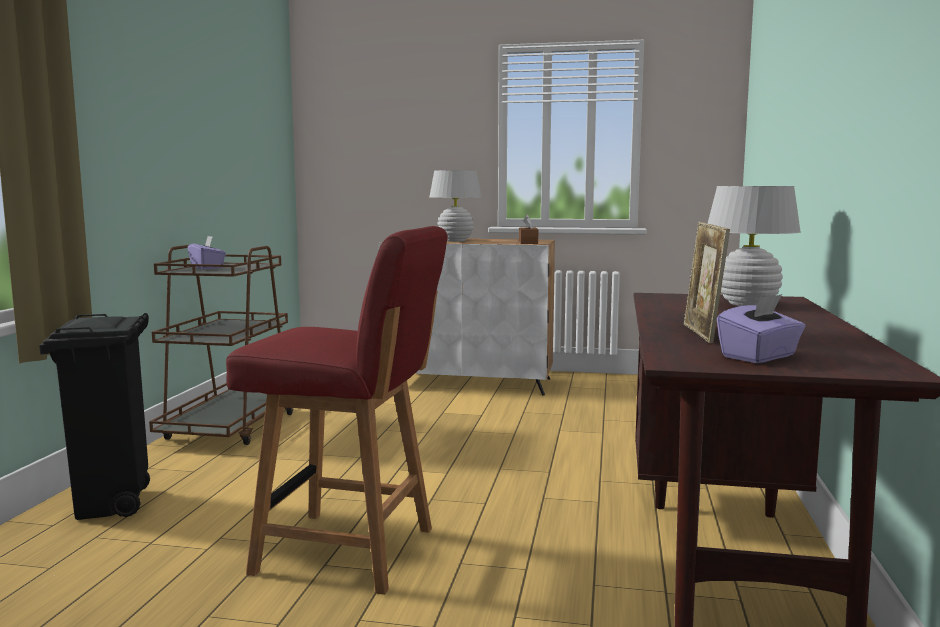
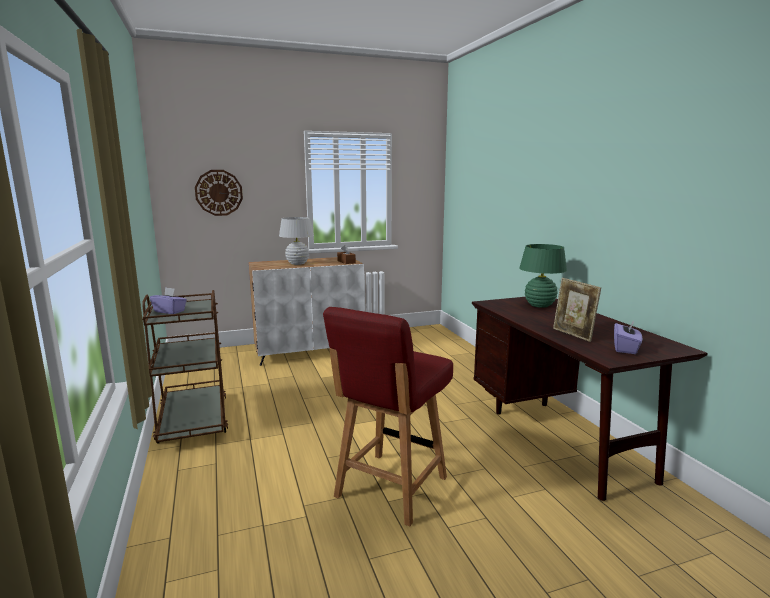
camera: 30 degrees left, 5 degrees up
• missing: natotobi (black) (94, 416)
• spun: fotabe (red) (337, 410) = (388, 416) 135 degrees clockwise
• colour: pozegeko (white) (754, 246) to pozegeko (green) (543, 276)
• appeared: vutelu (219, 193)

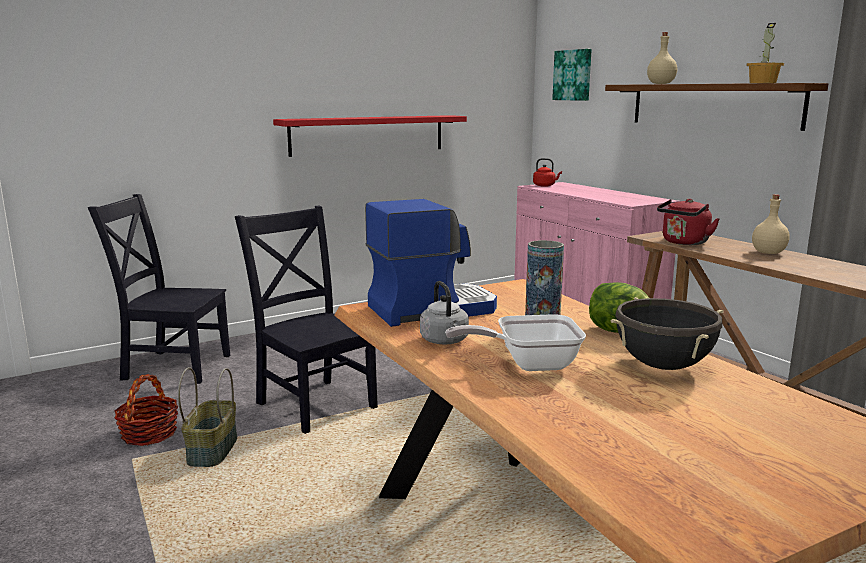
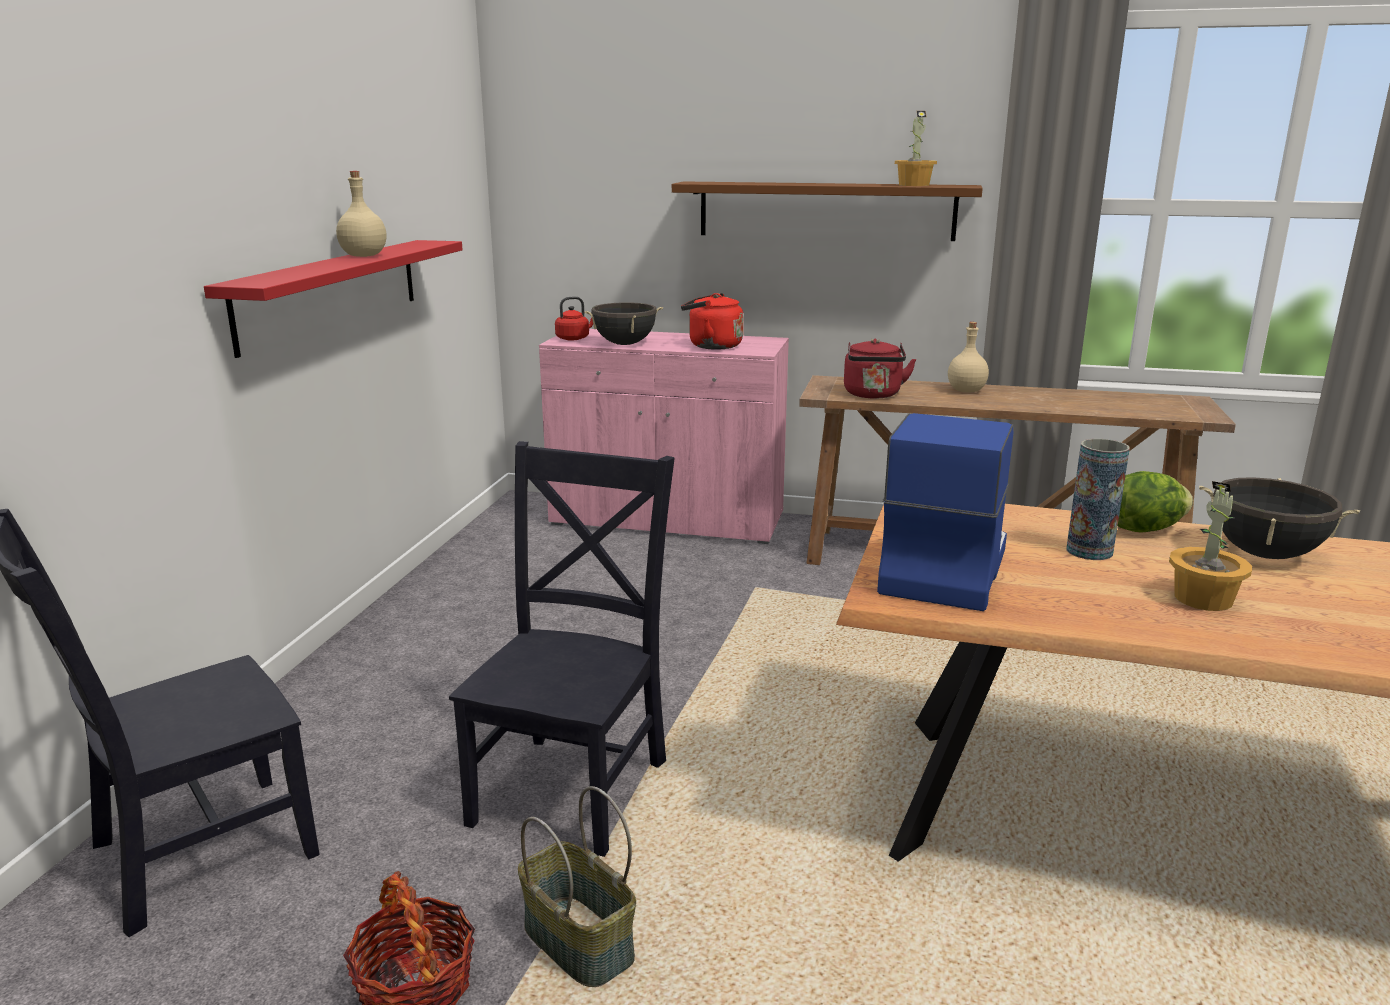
camera: 45 degrees left, 5 degrees up
• spun: fotabe (black) (306, 320) = (562, 649) 105 degrees clockwise
• missing: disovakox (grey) (444, 312)
• exchanged: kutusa (515, 342) to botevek (1210, 546)
• missing: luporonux (572, 75)
• relocated: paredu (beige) (662, 58) to (361, 214)
• appeared: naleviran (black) (623, 323)
• appeared: disovakox (red) (712, 321)

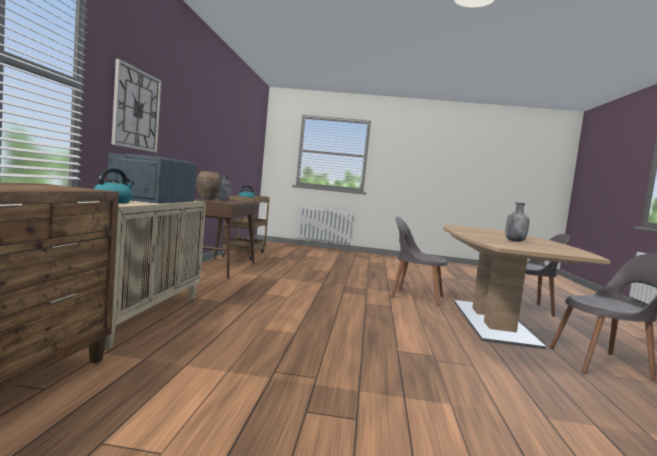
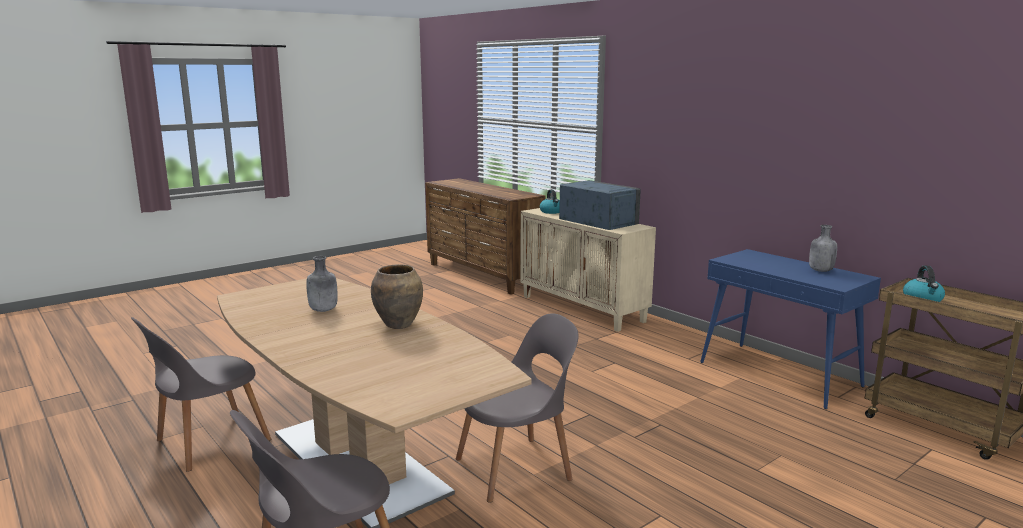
camera: 135 degrees right, 10 degrees up
• missing: vutelu (136, 105)
• colour: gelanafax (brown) (226, 238) to gelanafax (blue) (790, 329)
• relocated: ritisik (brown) (209, 185) to (397, 296)

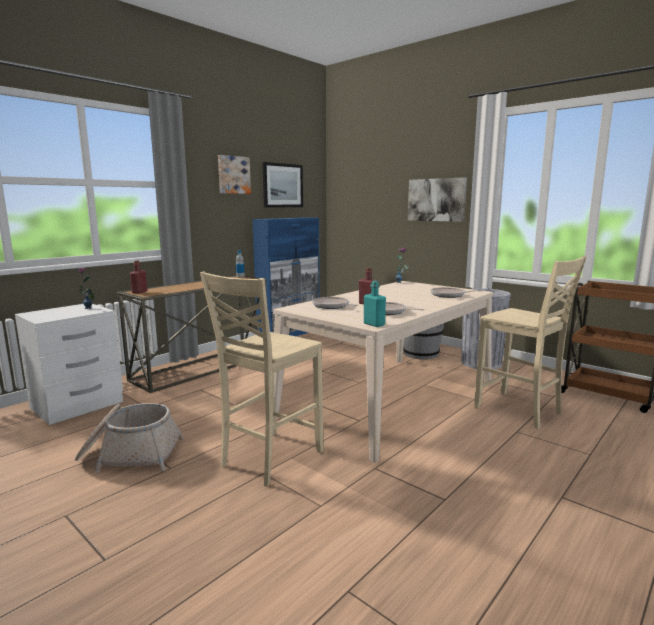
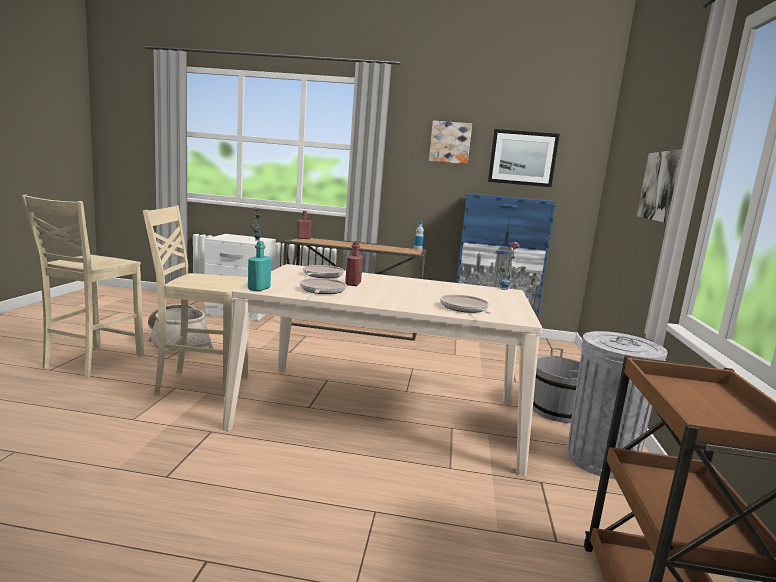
camera: 55 degrees right, 0 degrees up
• relocated: fotabe (beige) (530, 342) to (82, 286)

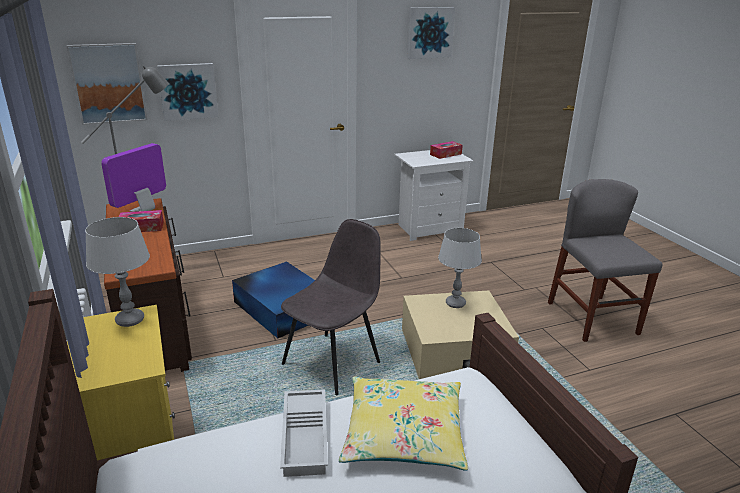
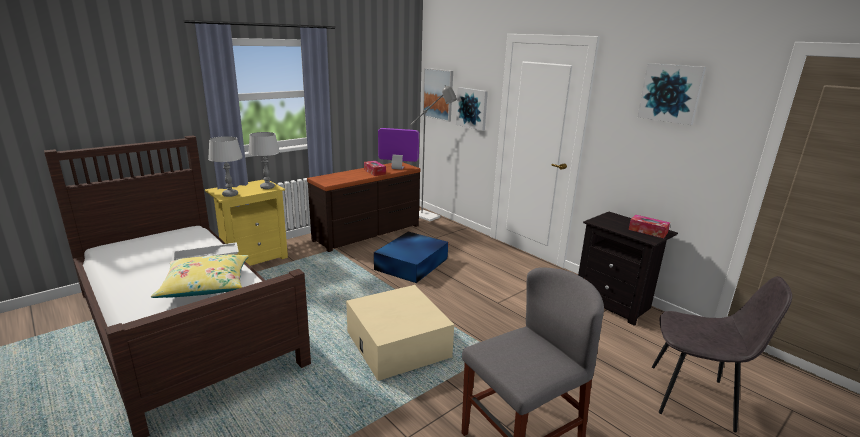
camera: 70 degrees right, 5 degrees down
• relocated: fotabe (grey) (331, 307) to (722, 354)
• colour: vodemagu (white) (434, 195) to vodemagu (black) (628, 269)
• relocated: pozegeko (grey) (460, 268) to (225, 166)

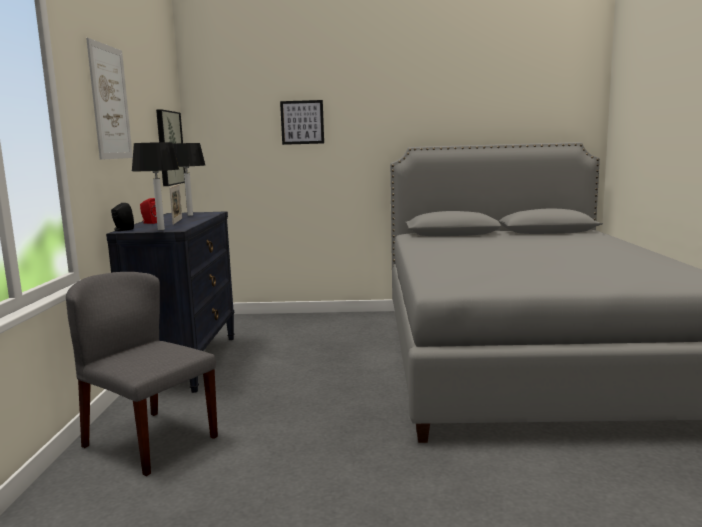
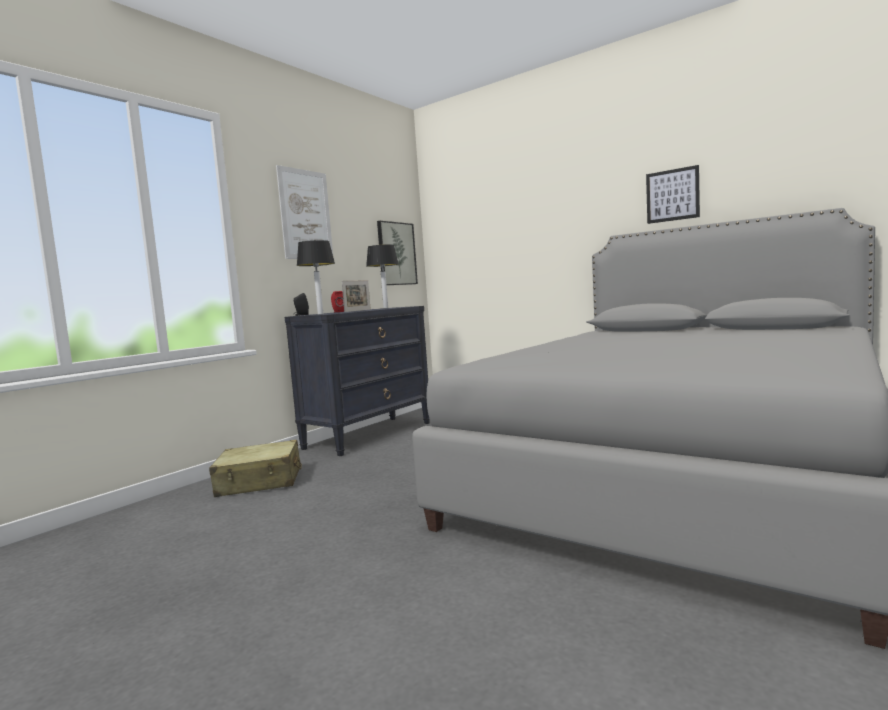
camera: 35 degrees right, 5 degrees down
• exchanged: fotabe (grey) (142, 374) to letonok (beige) (255, 468)
• relocated: luporonux (302, 122) to (673, 194)

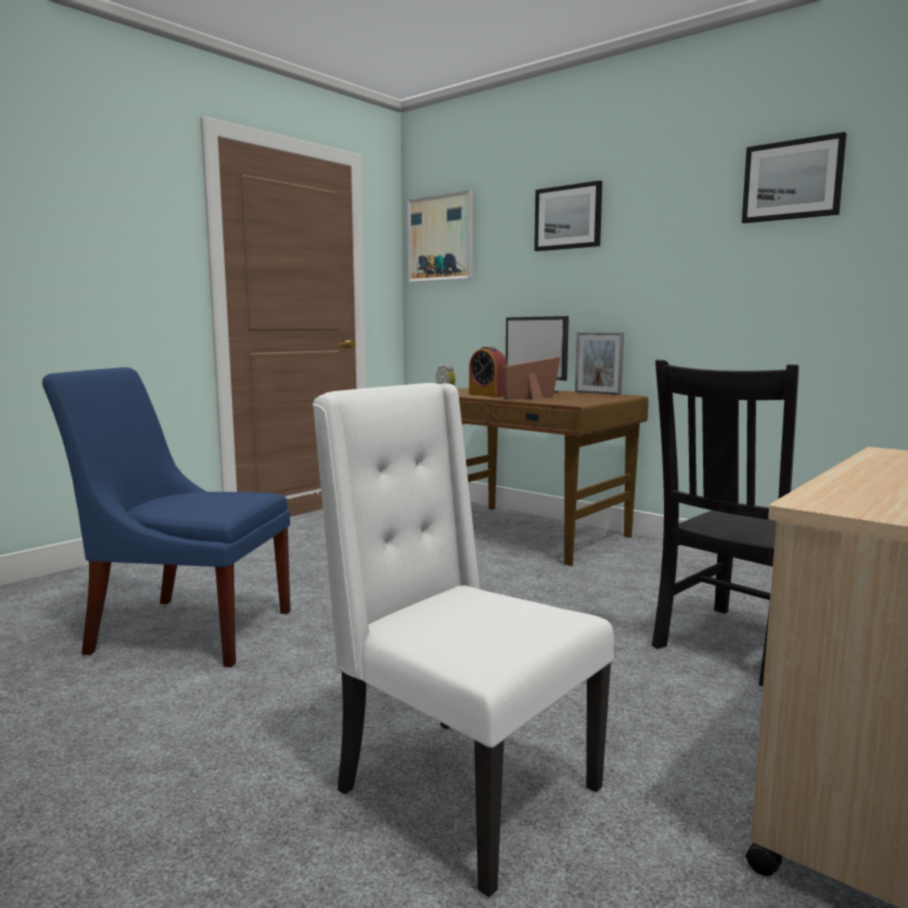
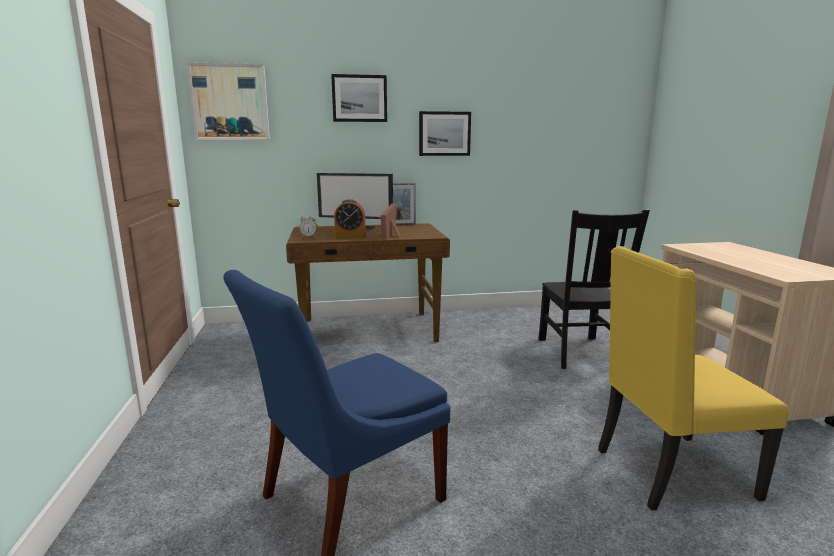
camera: 50 degrees left, 5 degrees up
• colour: fotabe (white) (463, 640) to fotabe (yellow) (693, 378)
• relocated: luporonux (794, 177) to (445, 133)

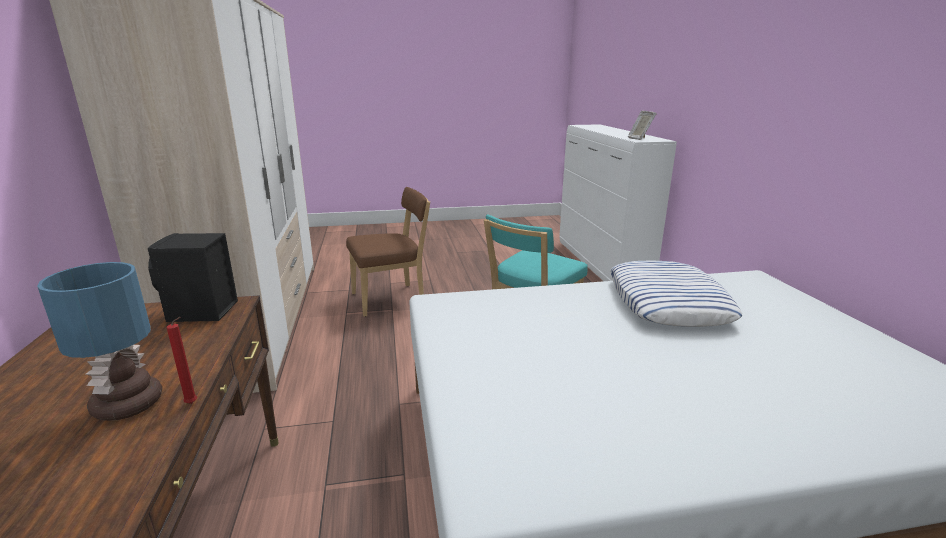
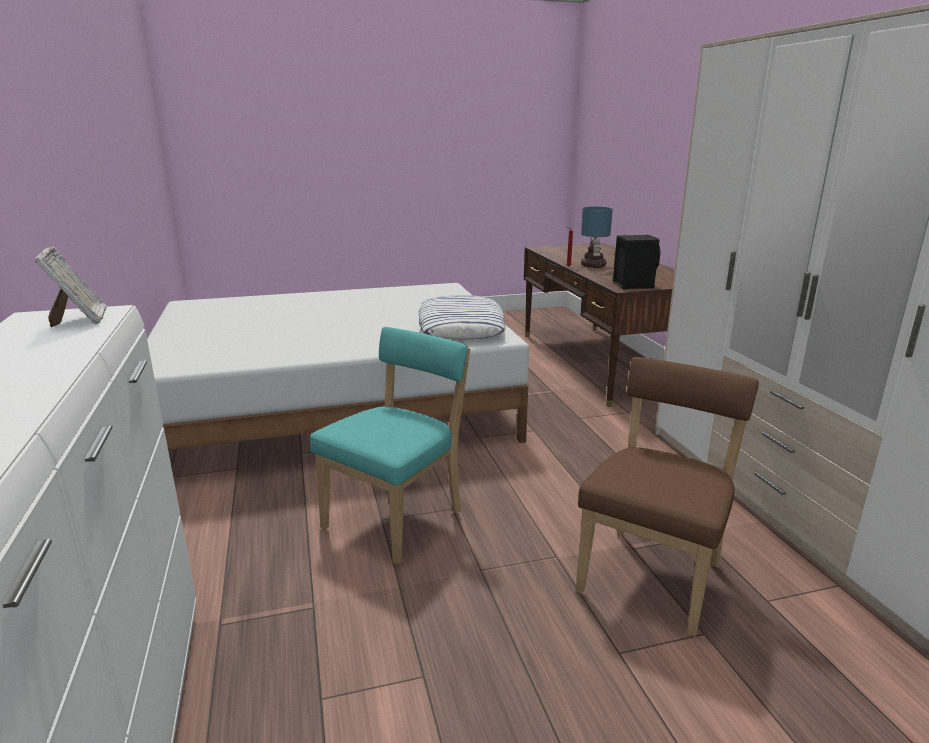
camera: 175 degrees right, 0 degrees up
• spun: fotabe (brown) (388, 252) = (667, 497) 150 degrees clockwise
• relocated: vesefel (676, 293) to (462, 317)

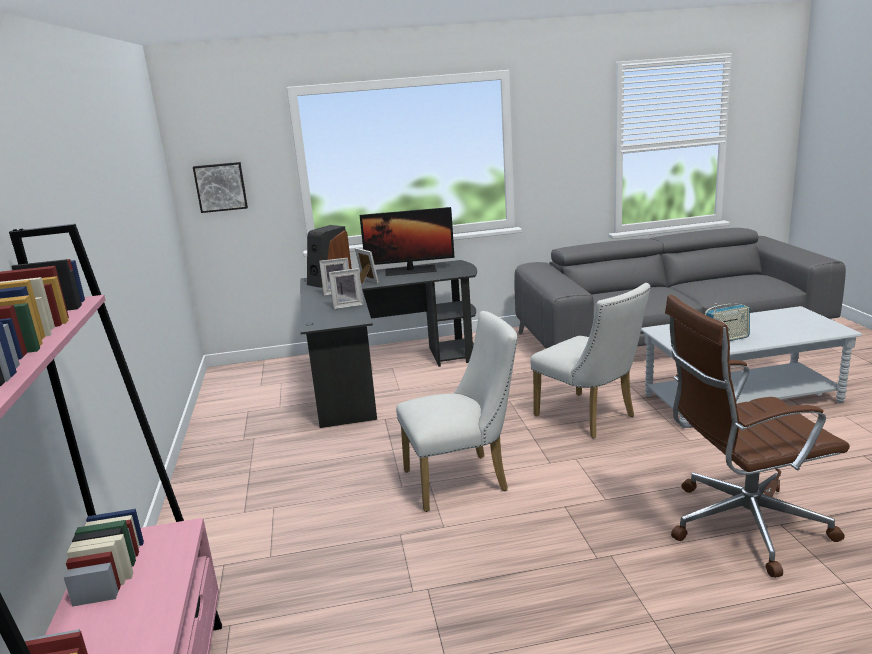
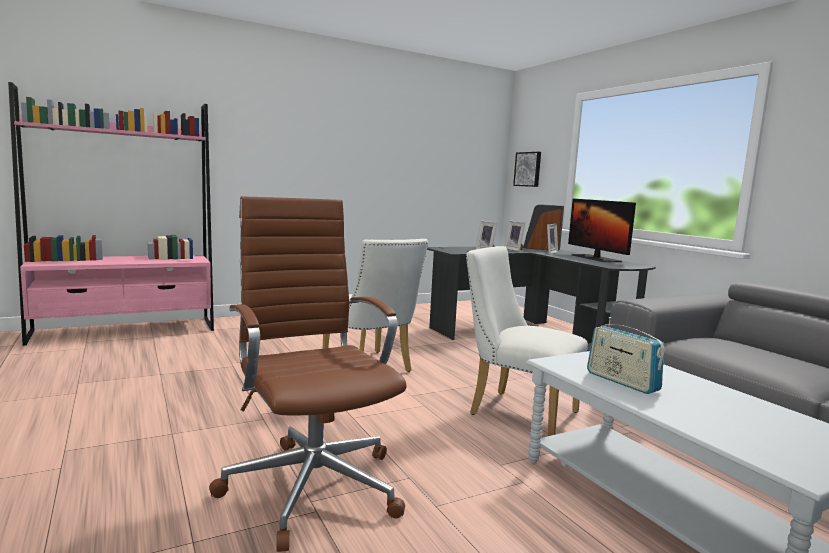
camera: 70 degrees right, 10 degrees down
• spun: fotabe (white) (590, 360) = (527, 341) 90 degrees clockwise

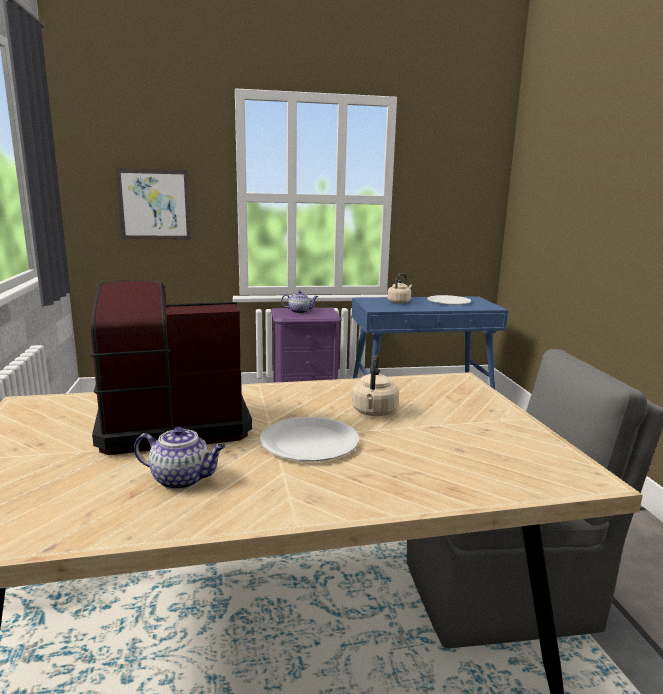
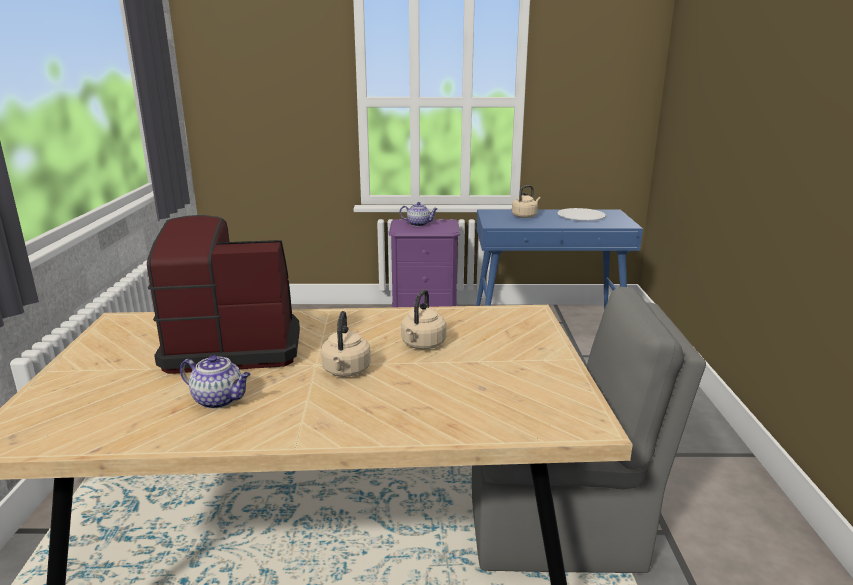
camera: 10 degrees right, 5 degrees up
• missing: luporonux (153, 204)
• exchanged: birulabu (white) (309, 439) to disovakox (beige) (346, 344)

